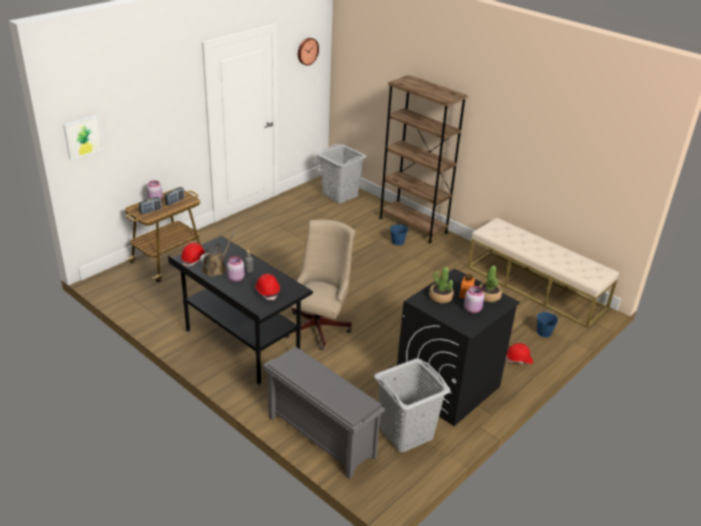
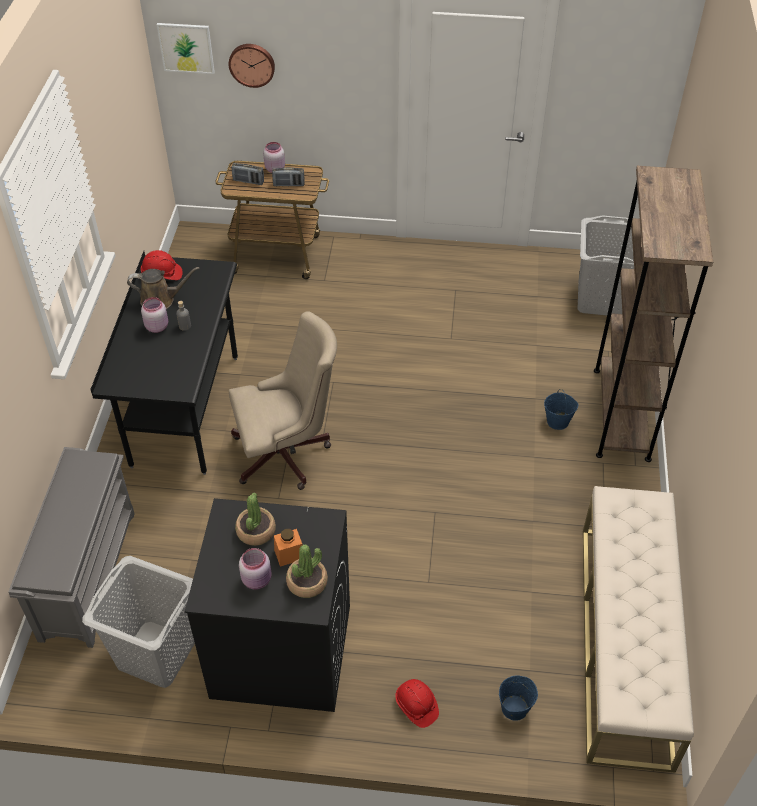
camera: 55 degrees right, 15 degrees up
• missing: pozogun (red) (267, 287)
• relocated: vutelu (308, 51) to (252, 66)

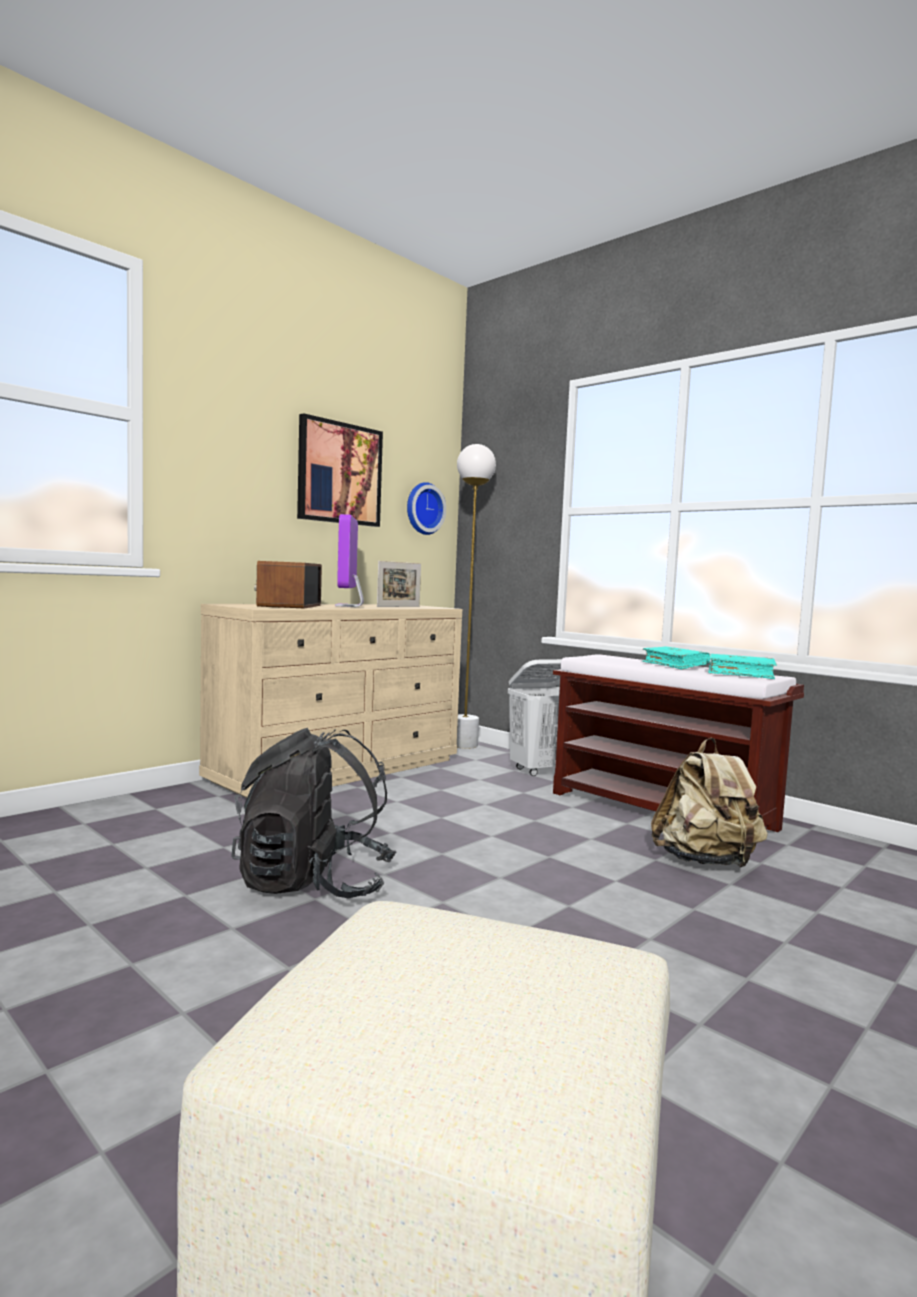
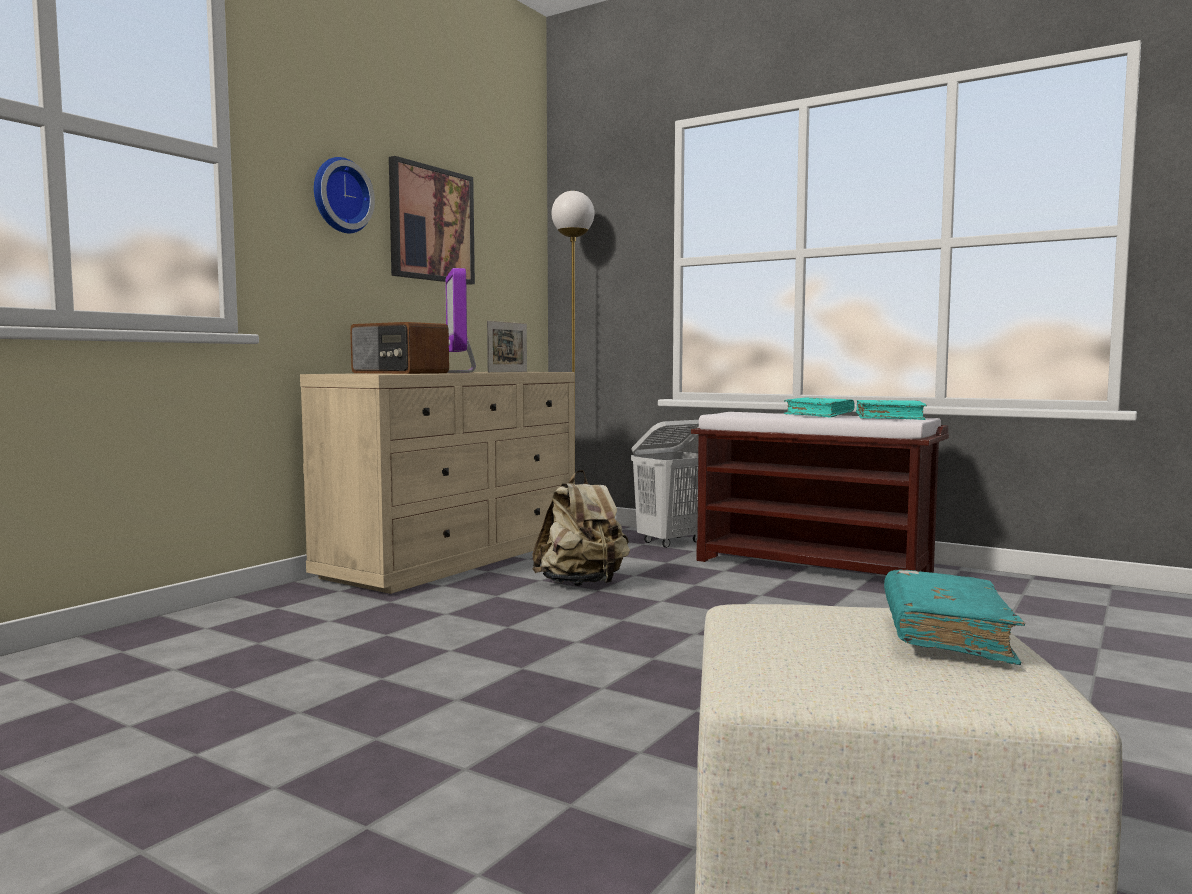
camera: 10 degrees left, 0 degrees up
• missing: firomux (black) (313, 813)
• spun: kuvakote (288, 585) = (399, 348) 45 degrees counterclockwise
• relocated: vutelu (426, 508) to (344, 195)
• relocated: firomux (beige) (709, 803) to (581, 528)
• appeared: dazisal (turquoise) (954, 617)

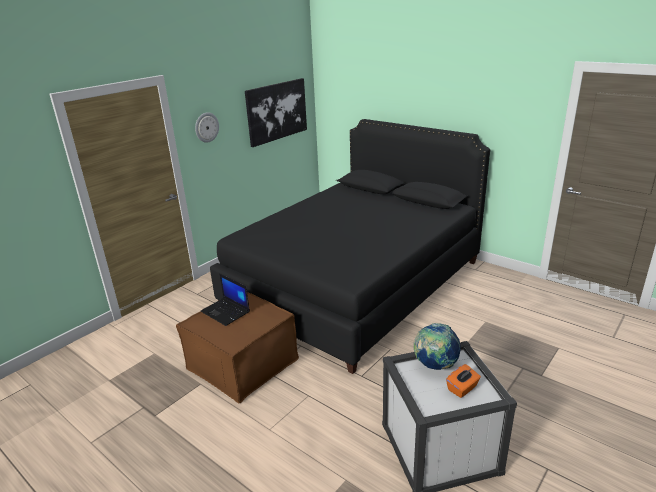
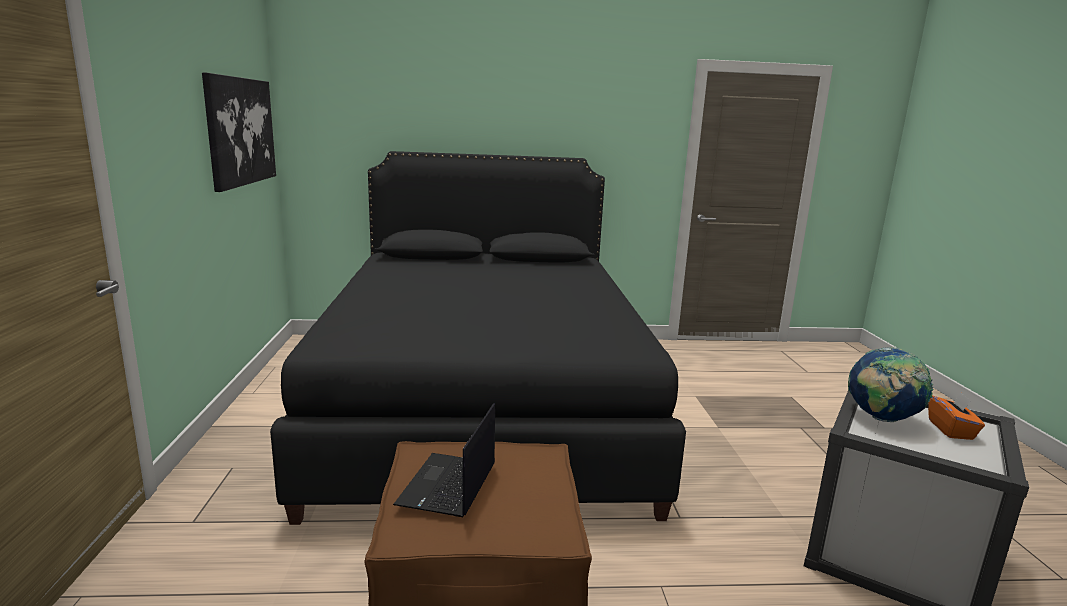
camera: 45 degrees left, 10 degrees down
• missing: vutelu (207, 127)
• spun: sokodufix (225, 300) = (444, 460) 105 degrees clockwise

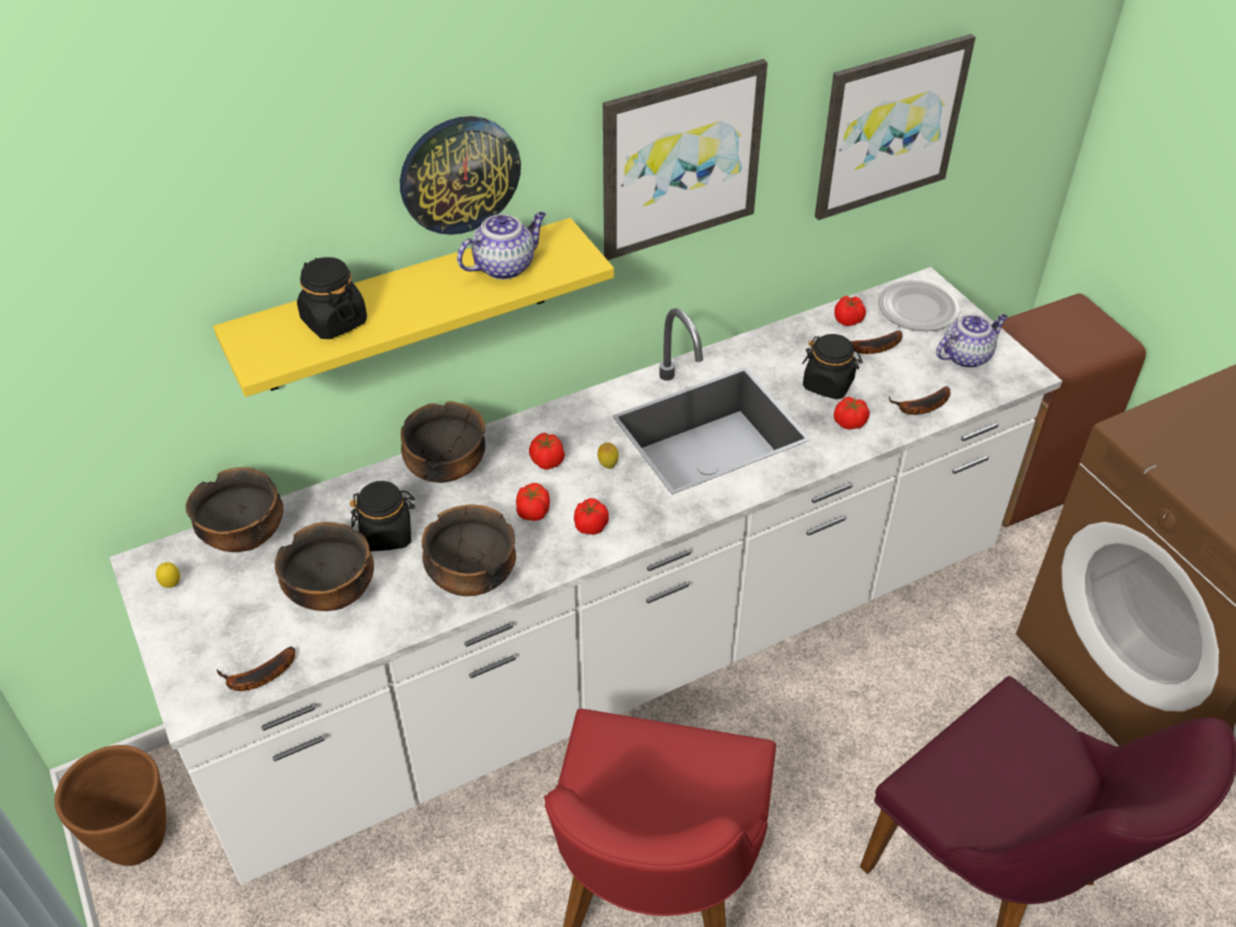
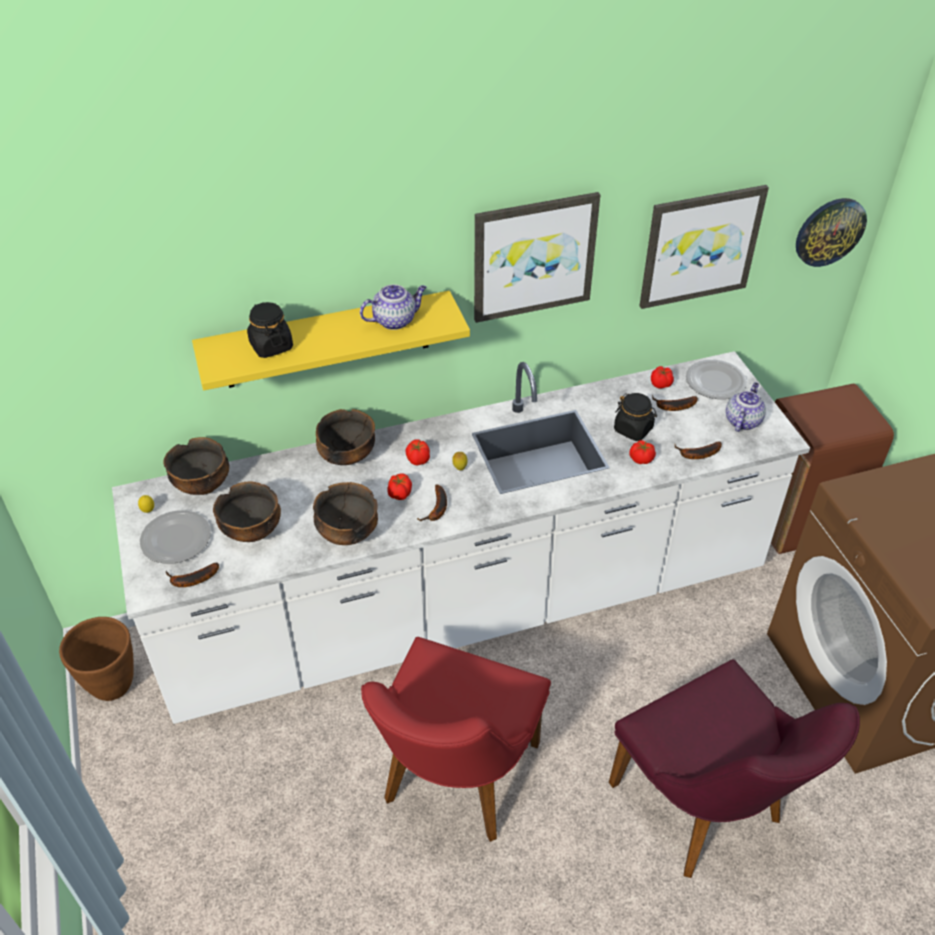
camera: 10 degrees right, 0 degrees up
• missing: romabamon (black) (382, 516)
• relocated: vutelu (460, 175) to (831, 232)
• exchanged: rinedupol (591, 516) to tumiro (432, 502)
• spun: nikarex (972, 341) = (746, 407) 45 degrees counterclockwise
• appeared: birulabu (175, 537)

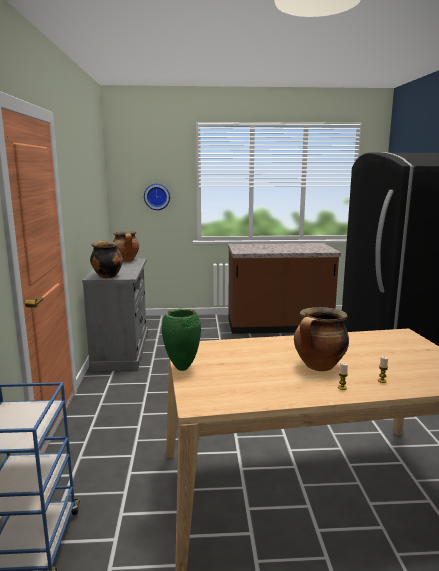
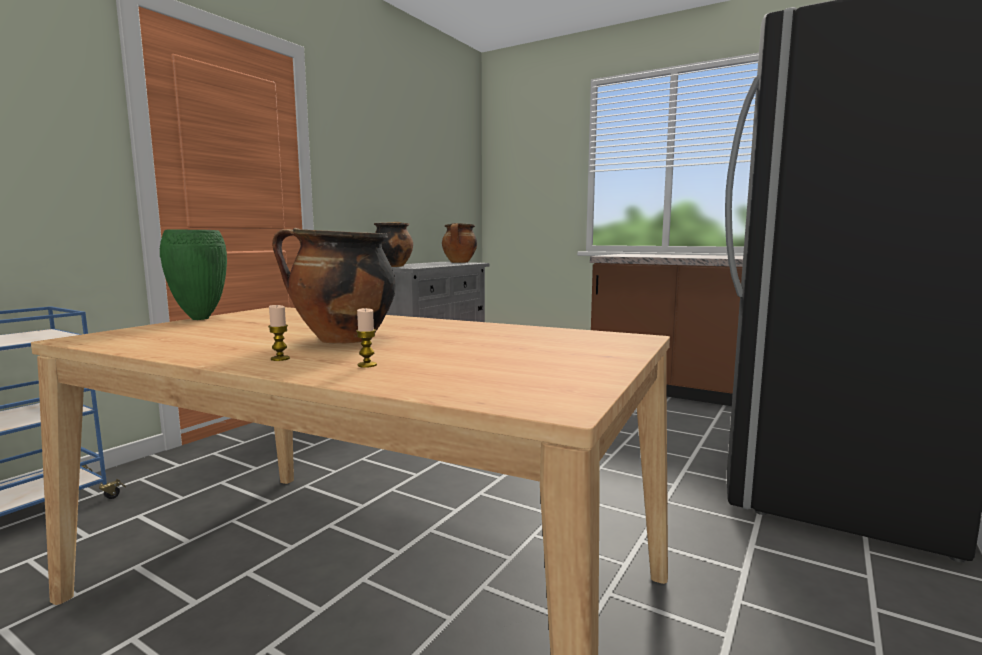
camera: 35 degrees right, 5 degrees down
• missing: vutelu (157, 197)

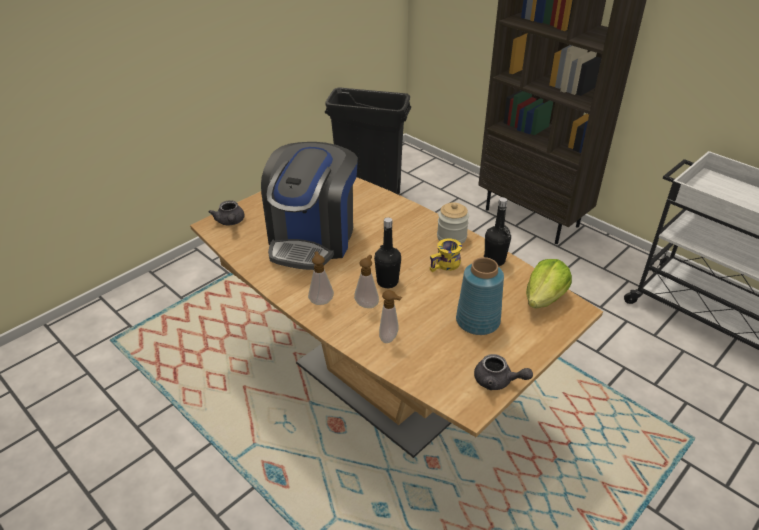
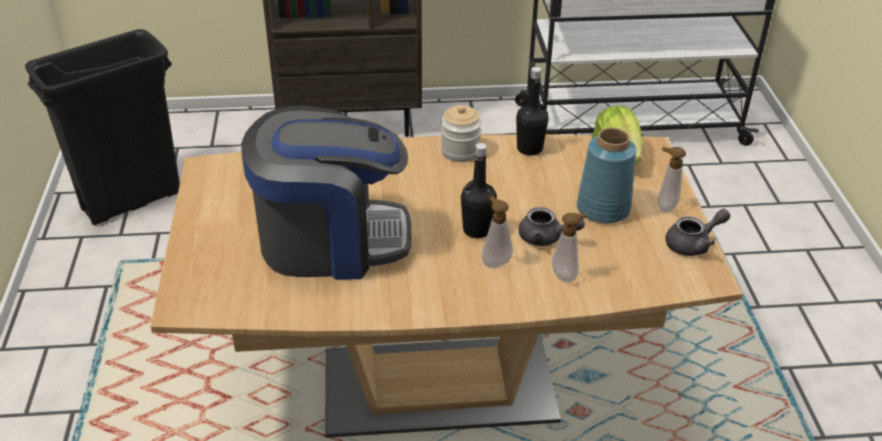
camera: 50 degrees left, 0 degrees up
• relocated: nikarex (grey) (227, 212) to (552, 226)
• spun: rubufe (309, 206) = (326, 193) 60 degrees counterclockwise
• relocated: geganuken (321, 278) to (672, 180)
• missing: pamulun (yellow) (446, 255)

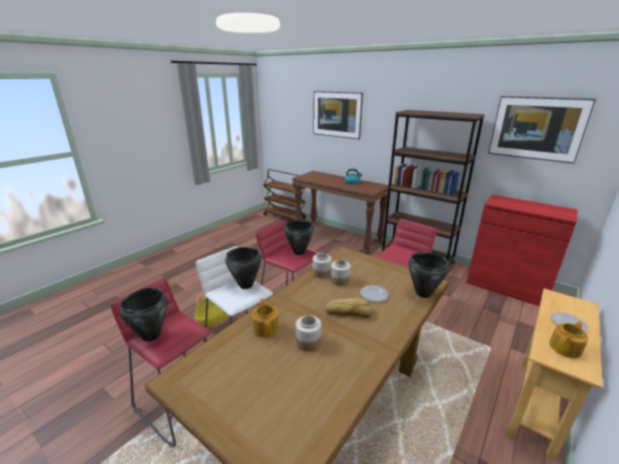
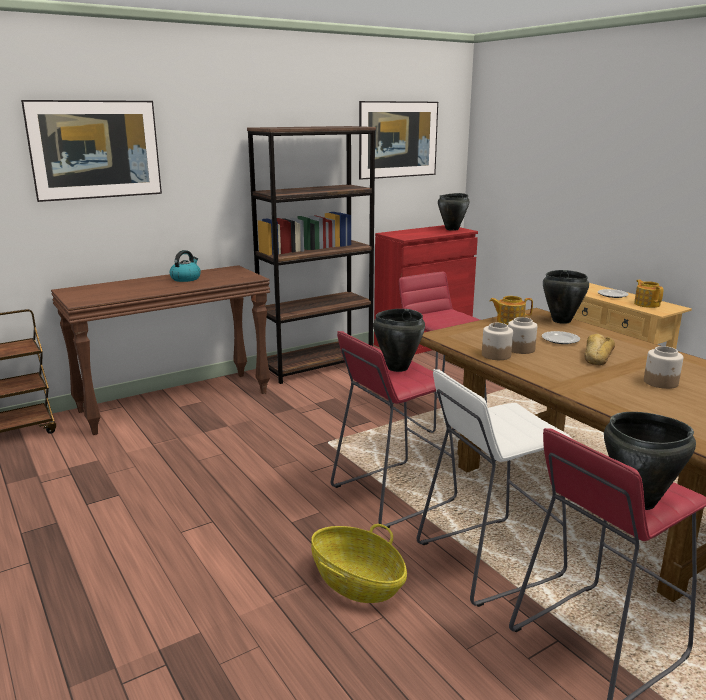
camera: 70 degrees left, 5 degrees down
• relocated: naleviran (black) (243, 268) to (453, 212)
• relocated: nikarex (265, 318) to (511, 310)

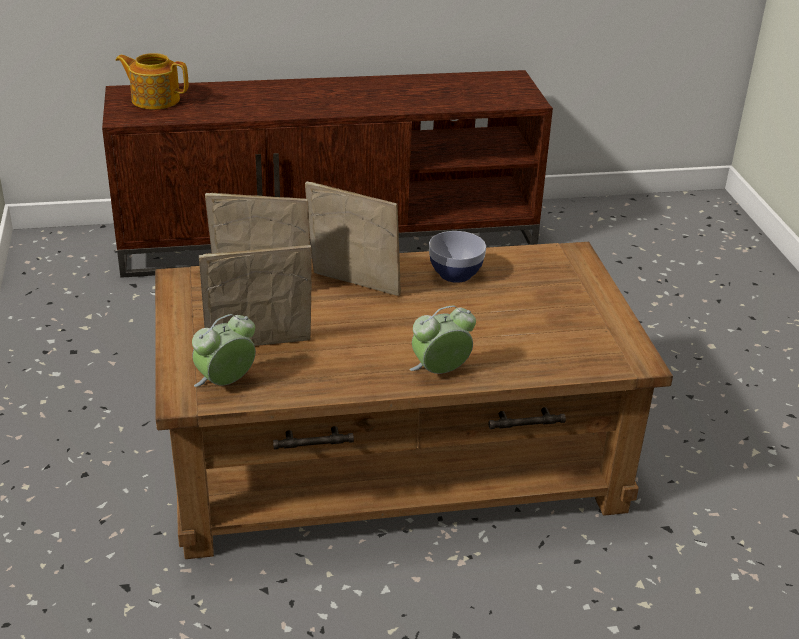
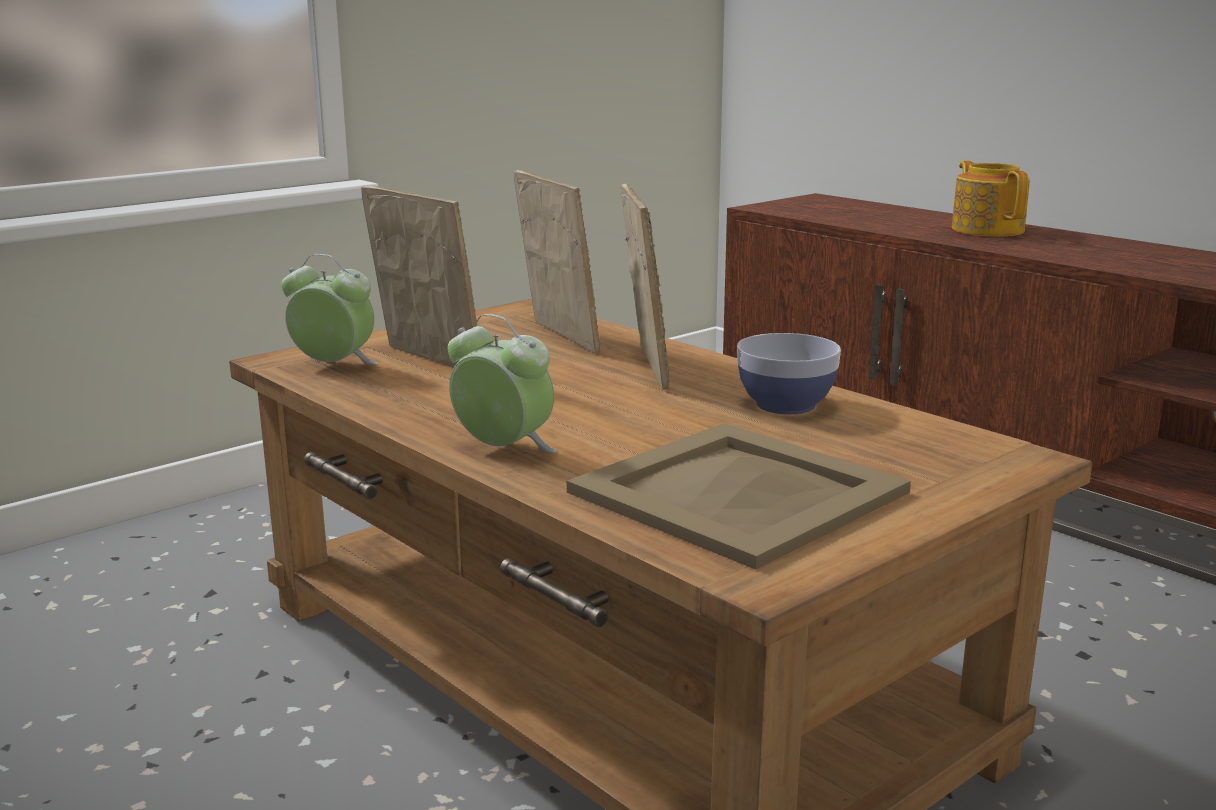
camera: 60 degrees right, 15 degrees down
• relocated: nikarex (152, 81) to (991, 198)
• appeared: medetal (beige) (739, 496)

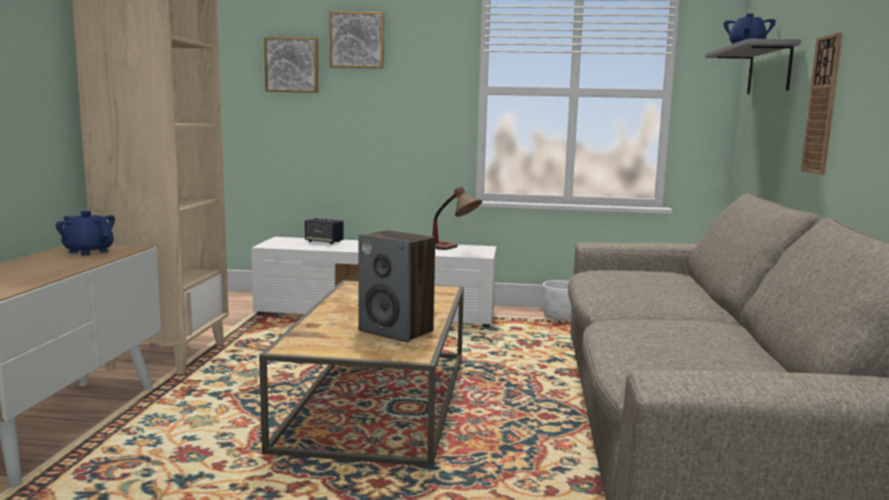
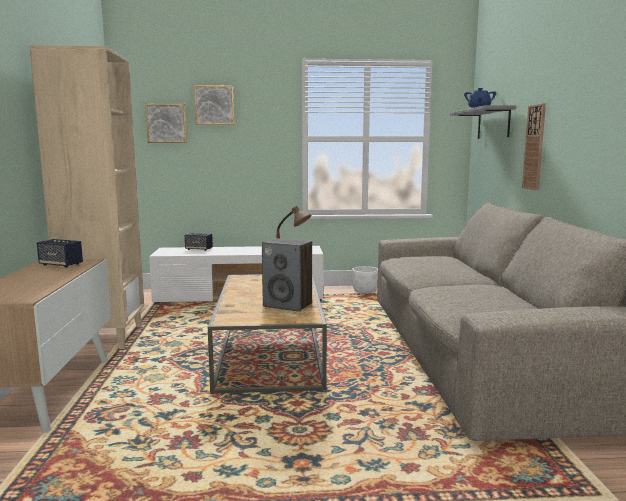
camera: 10 degrees left, 0 degrees up
• exchanged: nikarex (blue) (85, 233) to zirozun (60, 253)

